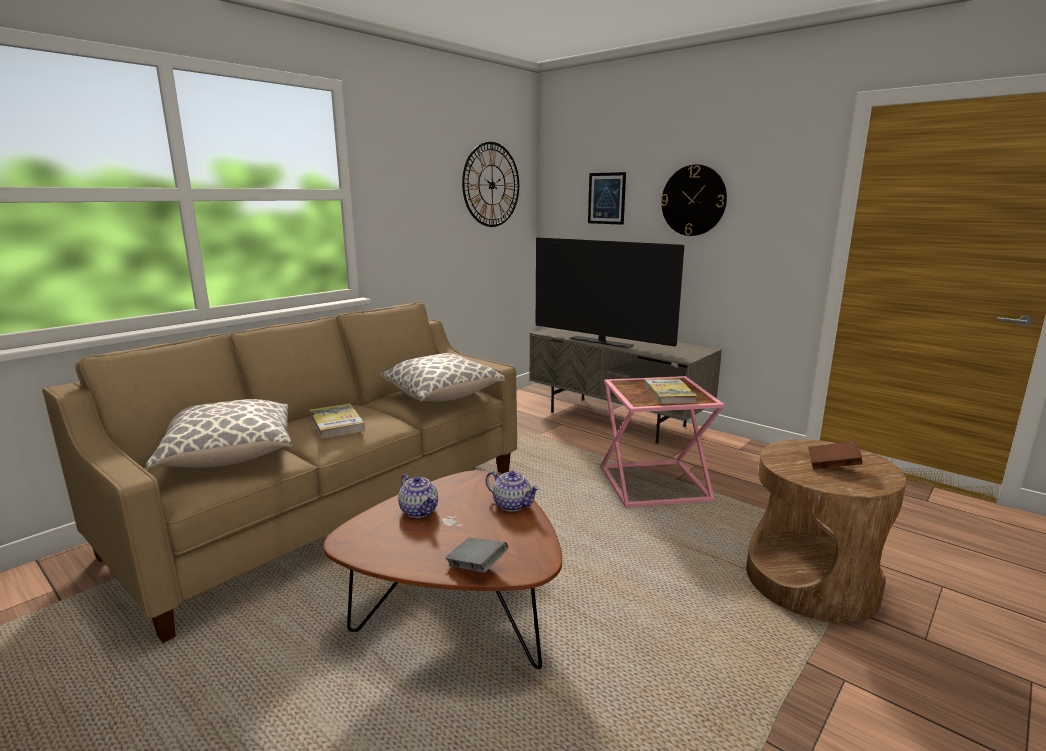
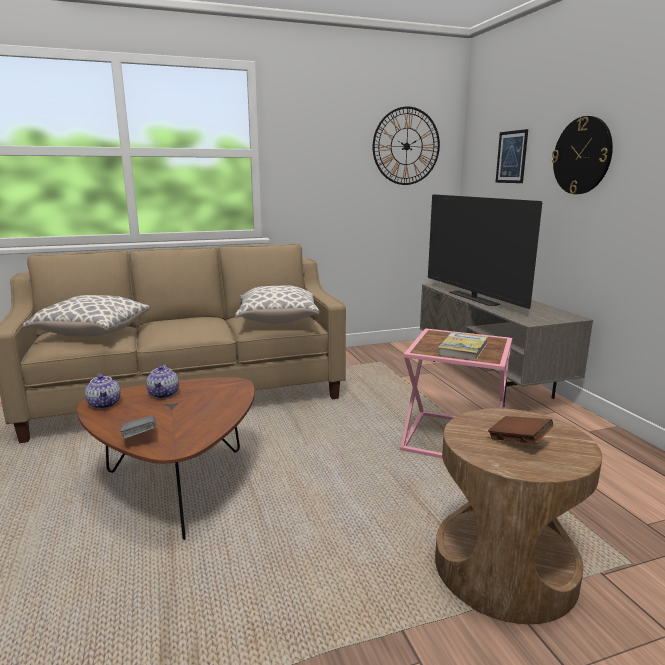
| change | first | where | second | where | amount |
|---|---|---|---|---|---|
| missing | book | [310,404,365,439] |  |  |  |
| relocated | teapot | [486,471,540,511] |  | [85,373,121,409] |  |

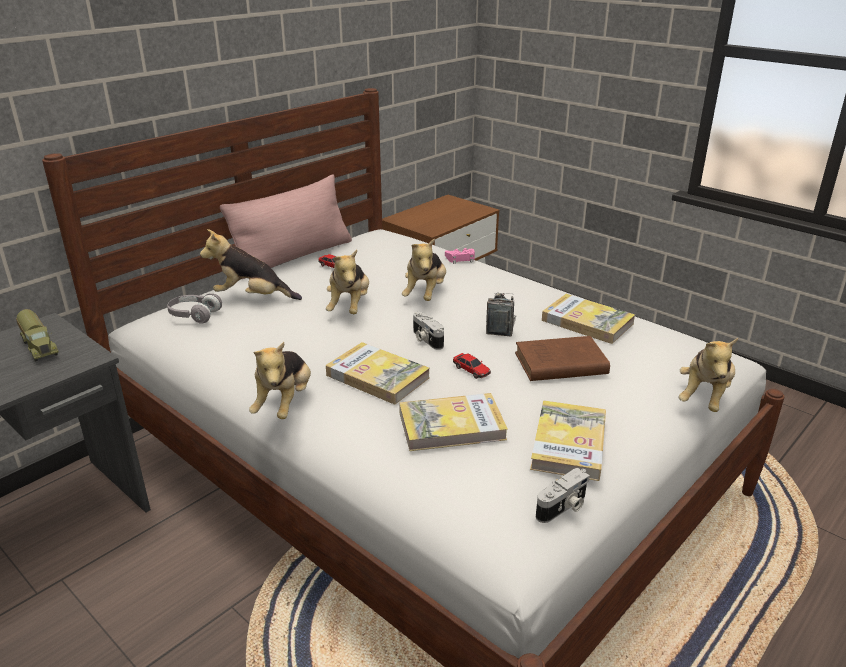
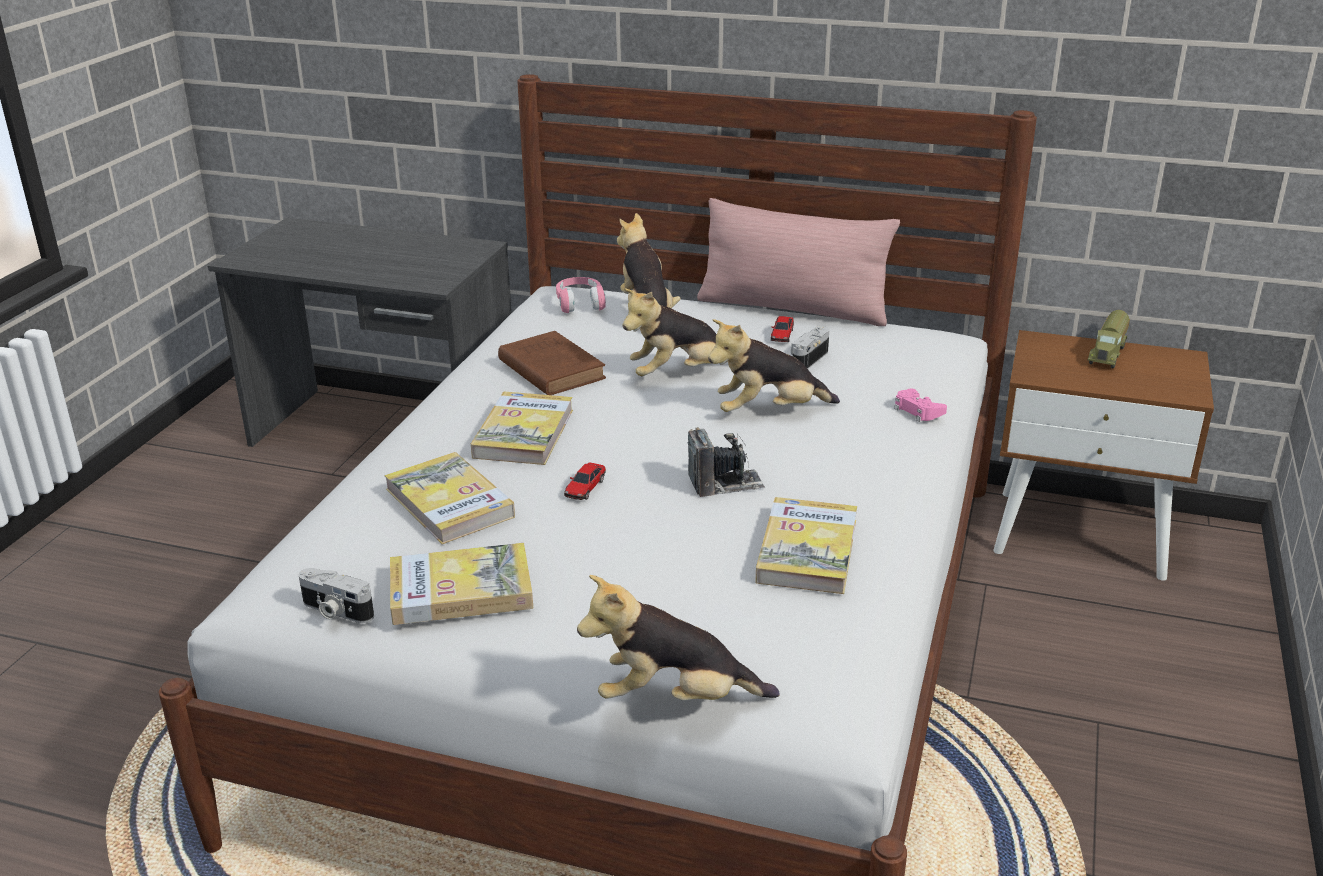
| change | first | where | second | where | amount |
|---|---|---|---|---|---|
| relocated | toy truck | [16,309,59,361] |  | [1088,310,1130,368] |  |
| colour | grey headphones | [167,293,222,324] | pink headphones | [556,277,606,313] |  |
| missing | plush toy | [249,342,311,419] |  |  |  |
| relocated | photo camera | [413,312,444,350] |  | [791,326,829,369] |  |
| relocated | brown book | [515,336,610,381] |  | [498,331,606,395] |  |

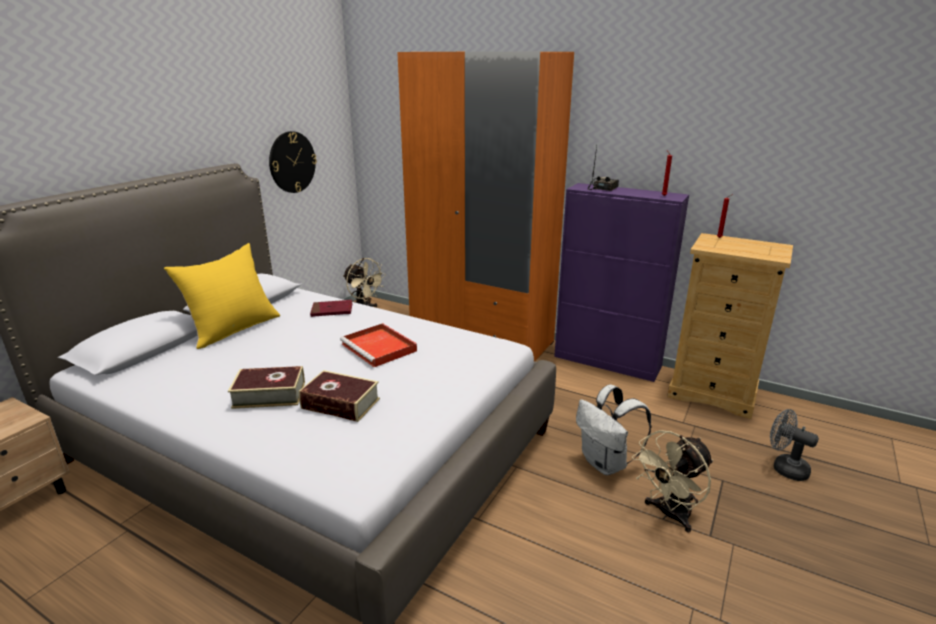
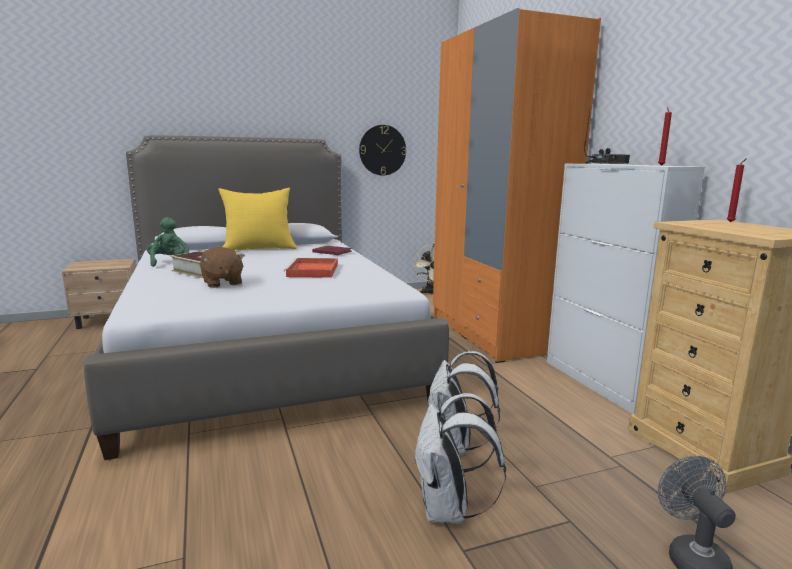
| change | first | where | second | where | amount |
|---|---|---|---|---|---|
| exchanged | book | [299,370,380,422] | brown plush toy | [200,247,245,288] |  |
| colour | purple cabinet | [554,183,689,382] | white cabinet | [547,164,705,414] |  |
| exchanged | beige fan | [632,430,713,533] | white backpack | [413,393,506,524] |  |
| appeared |  |  | green plush toy | [146,217,189,267] |  |

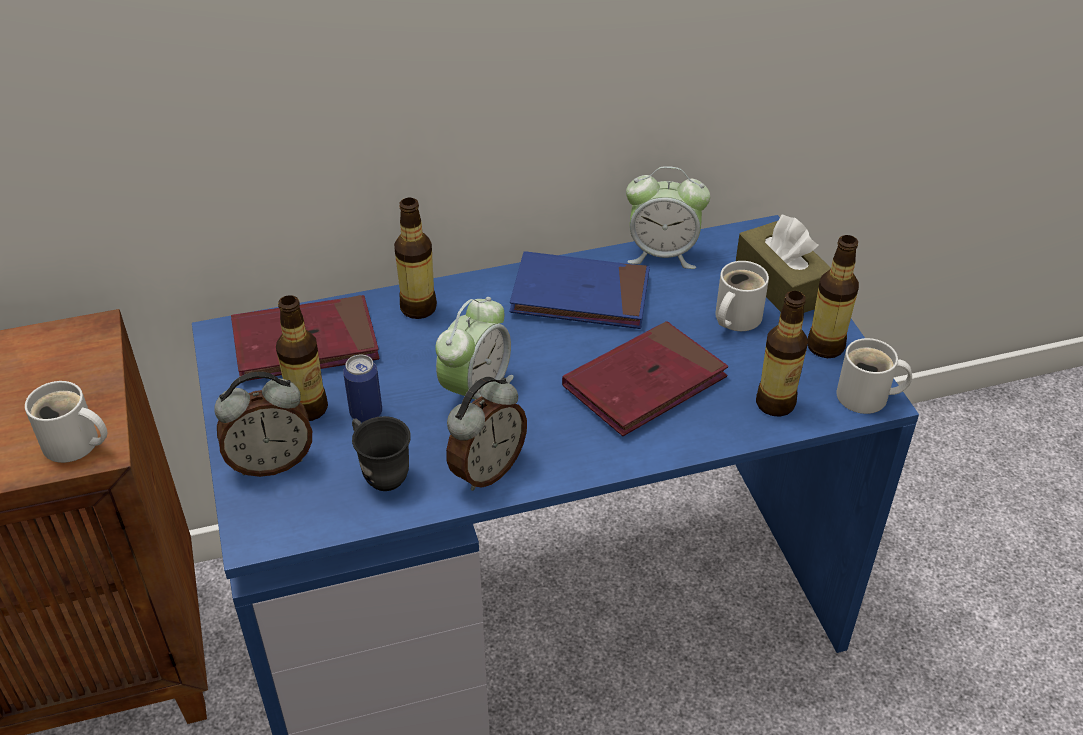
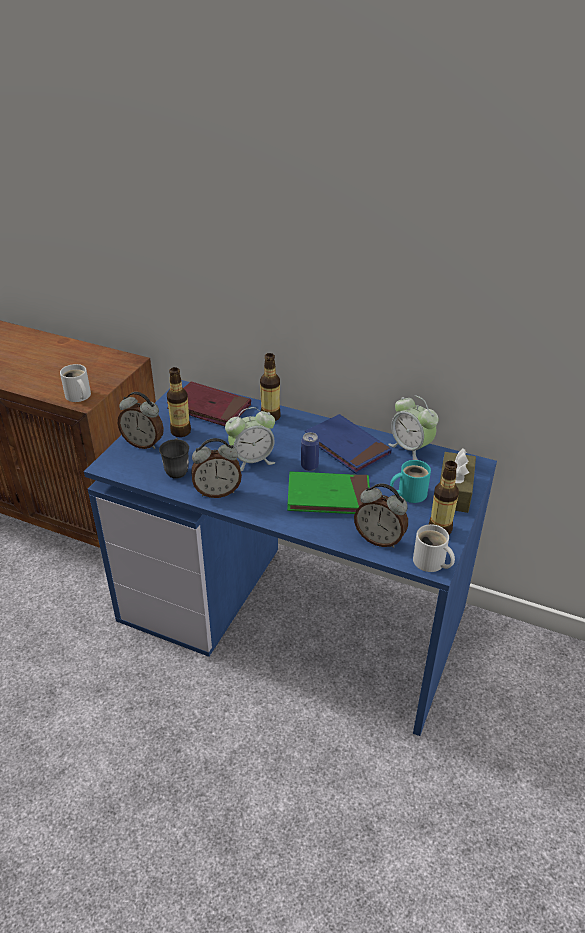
| change | first | where | second | where | amount |
|---|---|---|---|---|---|
| relocated | can | [343,354,382,423] |  | [301,432,319,471] |  |
| colour | red book | [562,321,728,436] | green book | [287,471,370,514] |  |
| colour | white mug | [715,261,769,331] | turquoise mug | [390,460,431,503] |  |
| exchanged | bottle | [756,291,808,417] | alarm clock | [354,483,408,548] |  |

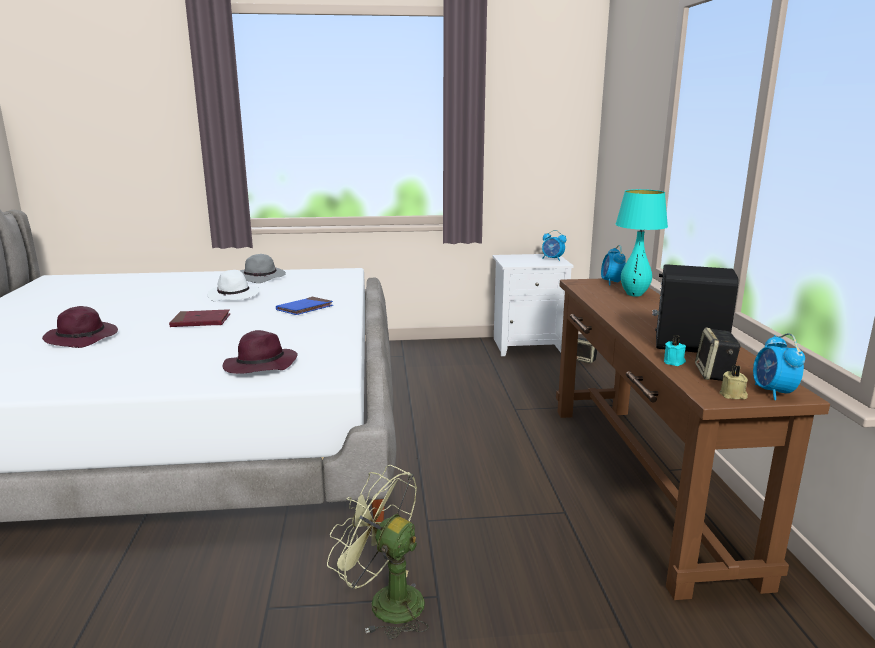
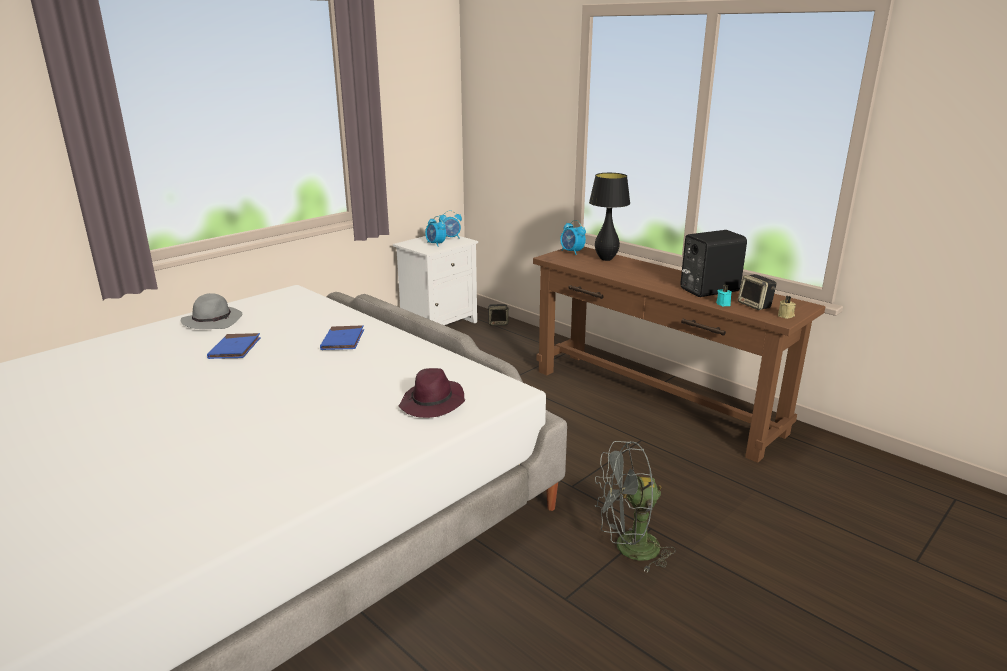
| change | first | where | second | where | amount |
|---|---|---|---|---|---|
| missing | purple hat | [42,306,118,348] |  |  |  |
| missing | red book | [169,309,230,327] |  |  |  |
| exchanged | white hat | [207,270,260,302] | blue book | [207,333,261,359] |  |
| colour | green fan | [327,465,429,639] | grey fan | [595,441,676,572] |  |
| colour | turquoise table lamp | [615,189,668,297] | black table lamp | [589,173,630,261] |  |
| relocated | alarm clock | [753,333,805,400] |  | [425,216,446,247] |  |

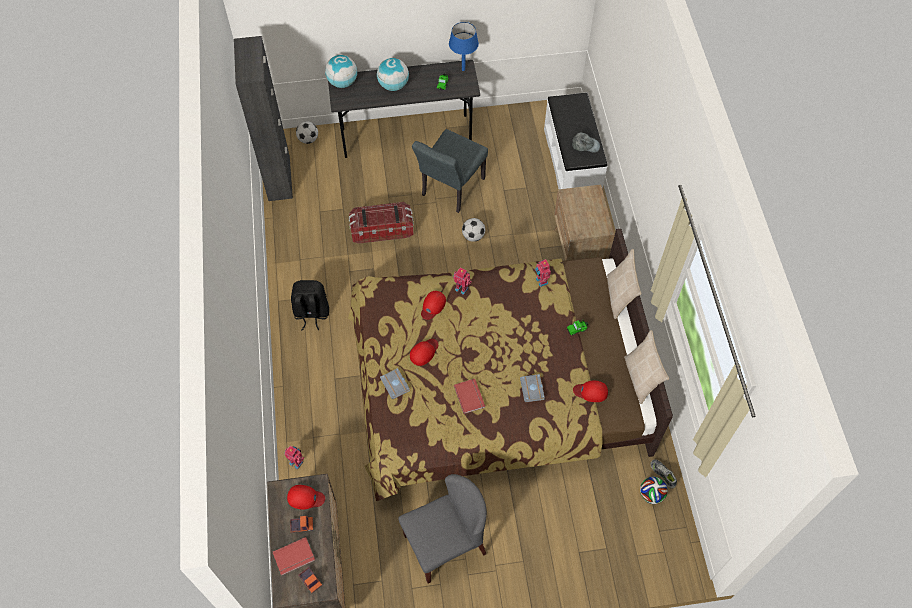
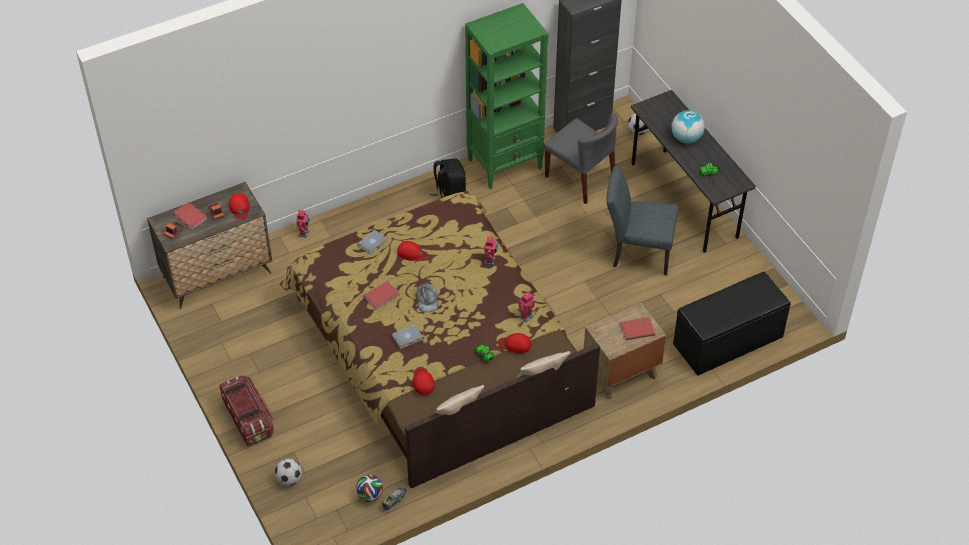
| change | first | where | second | where | amount |
|---|---|---|---|---|---|
| missing | globe | [325,55,357,88] |  |  |  |
| relocated | storage box | [348,202,414,244] |  | [219,375,274,447] |  |
| relocated | grey chair | [398,474,487,584] |  | [544,113,618,204] |  |
| relocated | red cap | [421,291,446,320] |  | [498,333,531,353] |  |
| missing | blue table lamp | [449,22,479,71] |  |  |  |
| relocated | football | [462,218,485,242] |  | [275,459,302,486] |  |
| colour | white bench | [544,92,607,189] | black bench | [673,271,791,376] |  |
| relocated | grey cap | [572,132,600,153] |  | [416,283,438,312] |  |
| appeared |  |  | green bookcase | [465,3,549,189] |  |
| appeared |  |  | red book | [620,317,655,340] |  |

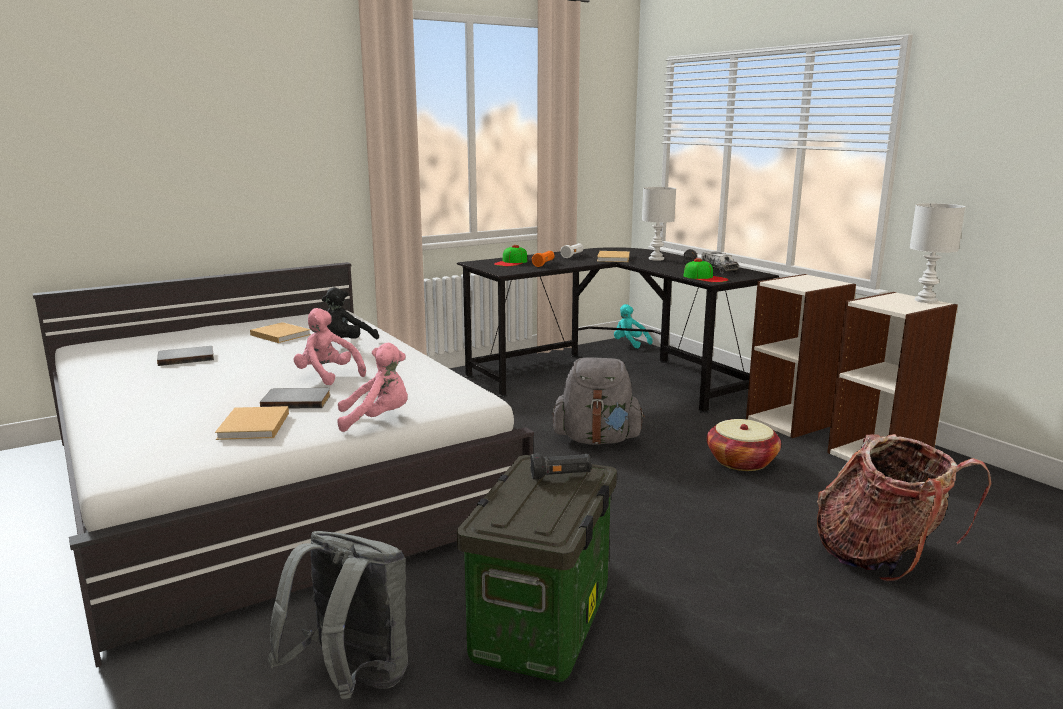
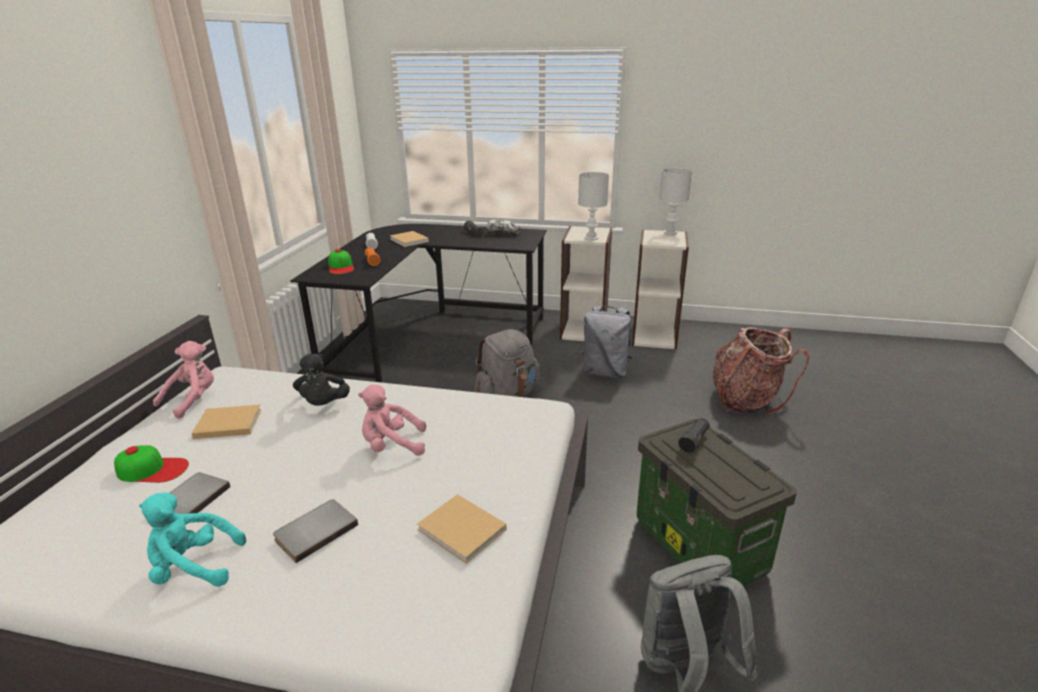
| change | first | where | second | where | amount |
|---|---|---|---|---|---|
| relocated | grey book | [260,388,331,408] |  | [273,499,358,563] |  |
| relocated | pink plush toy | [338,343,408,432] |  | [153,341,214,419] |  |
| relocated | turquoise plush toy | [614,304,653,348] |  | [139,492,246,587] |  |
| relocated | white table lamp | [642,187,676,261] |  | [578,172,609,240] |  |
| relocated | cap | [683,258,729,282] |  | [114,445,189,483] |  |
| exchanged | basket | [707,419,781,471] | grey backpack | [582,306,632,378] |  |

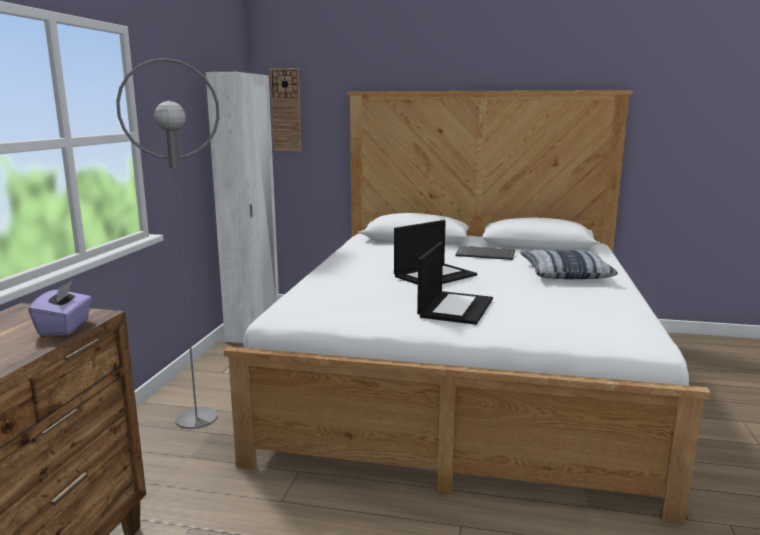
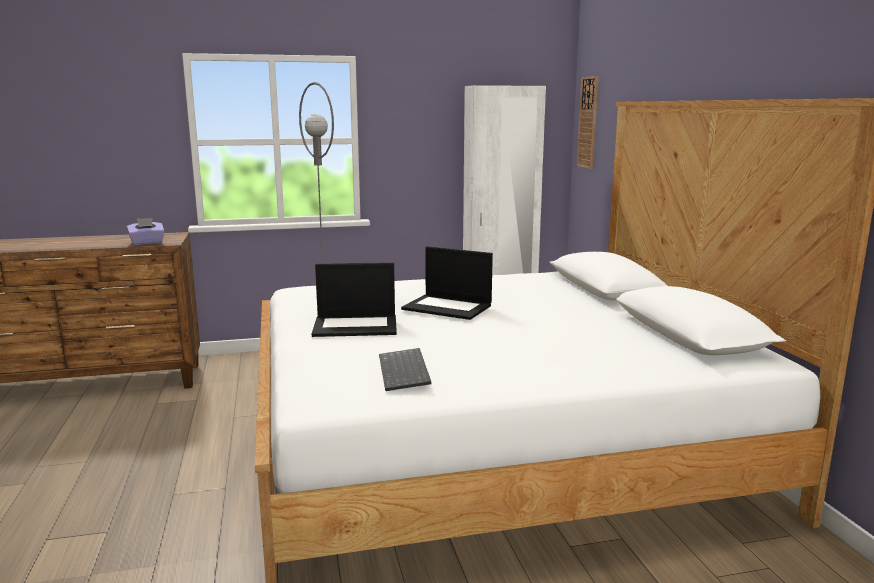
| change | first | where | second | where | amount |
|---|---|---|---|---|---|
| relocated | keyboard | [456,246,515,260] |  | [379,348,432,391] |  |
| missing | pillow | [520,250,618,279] |  |  |  |

